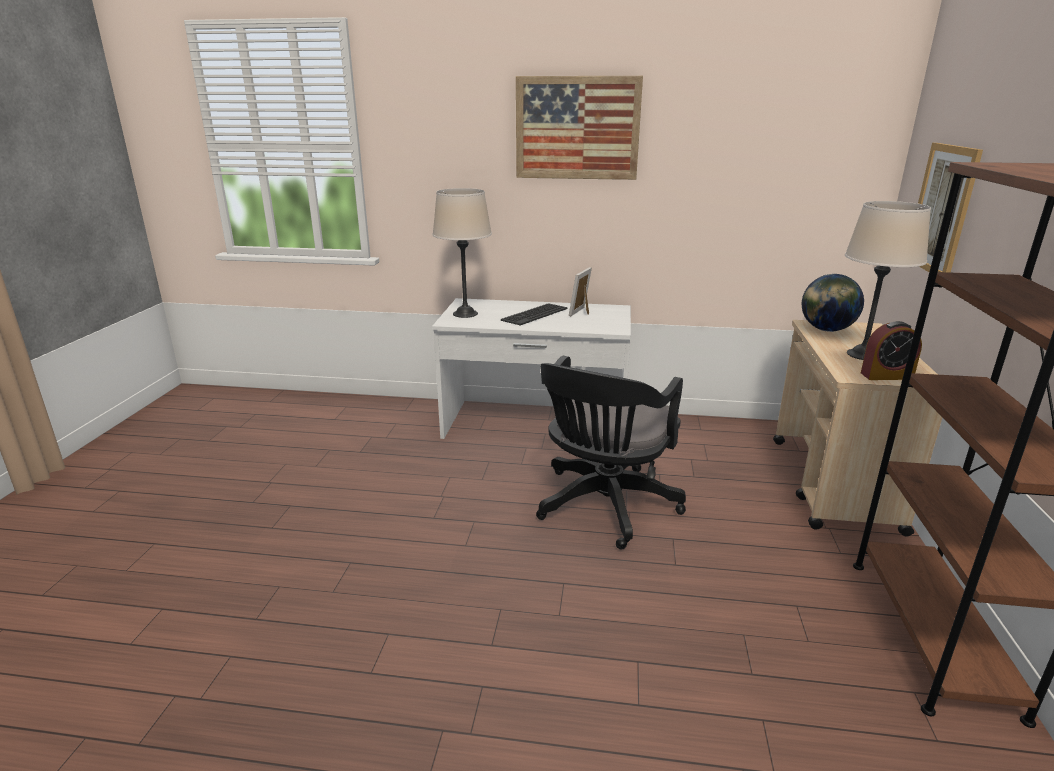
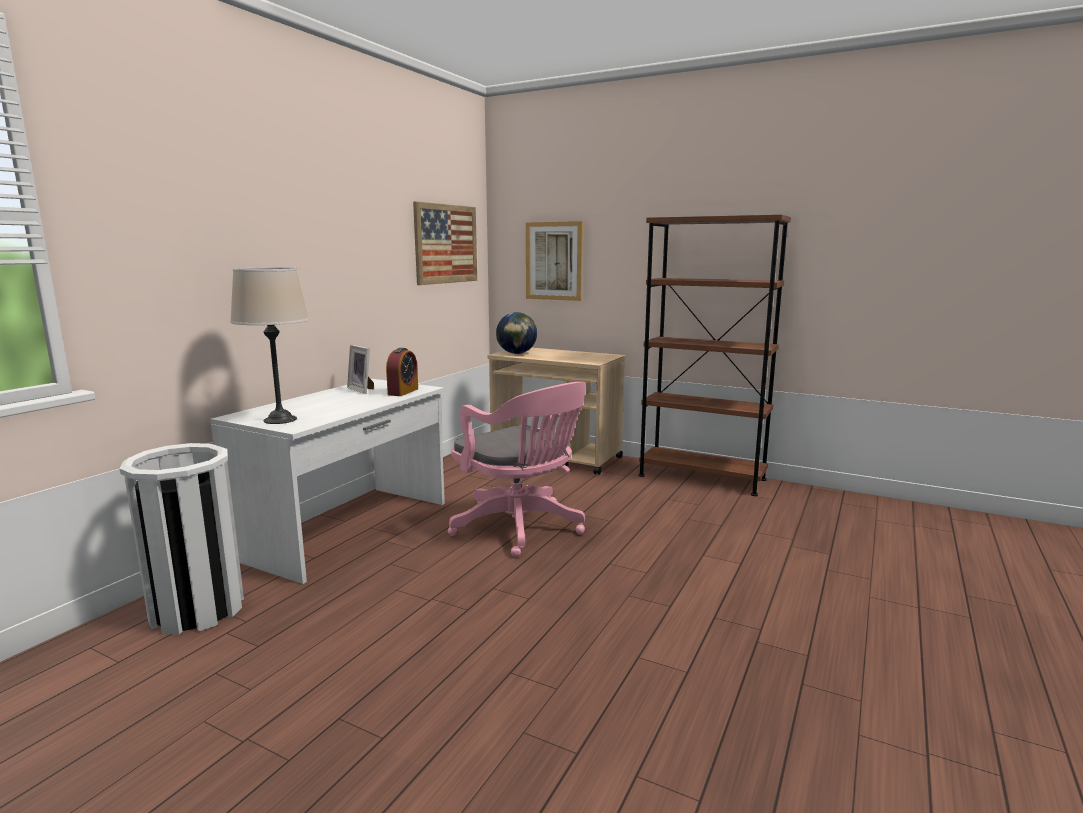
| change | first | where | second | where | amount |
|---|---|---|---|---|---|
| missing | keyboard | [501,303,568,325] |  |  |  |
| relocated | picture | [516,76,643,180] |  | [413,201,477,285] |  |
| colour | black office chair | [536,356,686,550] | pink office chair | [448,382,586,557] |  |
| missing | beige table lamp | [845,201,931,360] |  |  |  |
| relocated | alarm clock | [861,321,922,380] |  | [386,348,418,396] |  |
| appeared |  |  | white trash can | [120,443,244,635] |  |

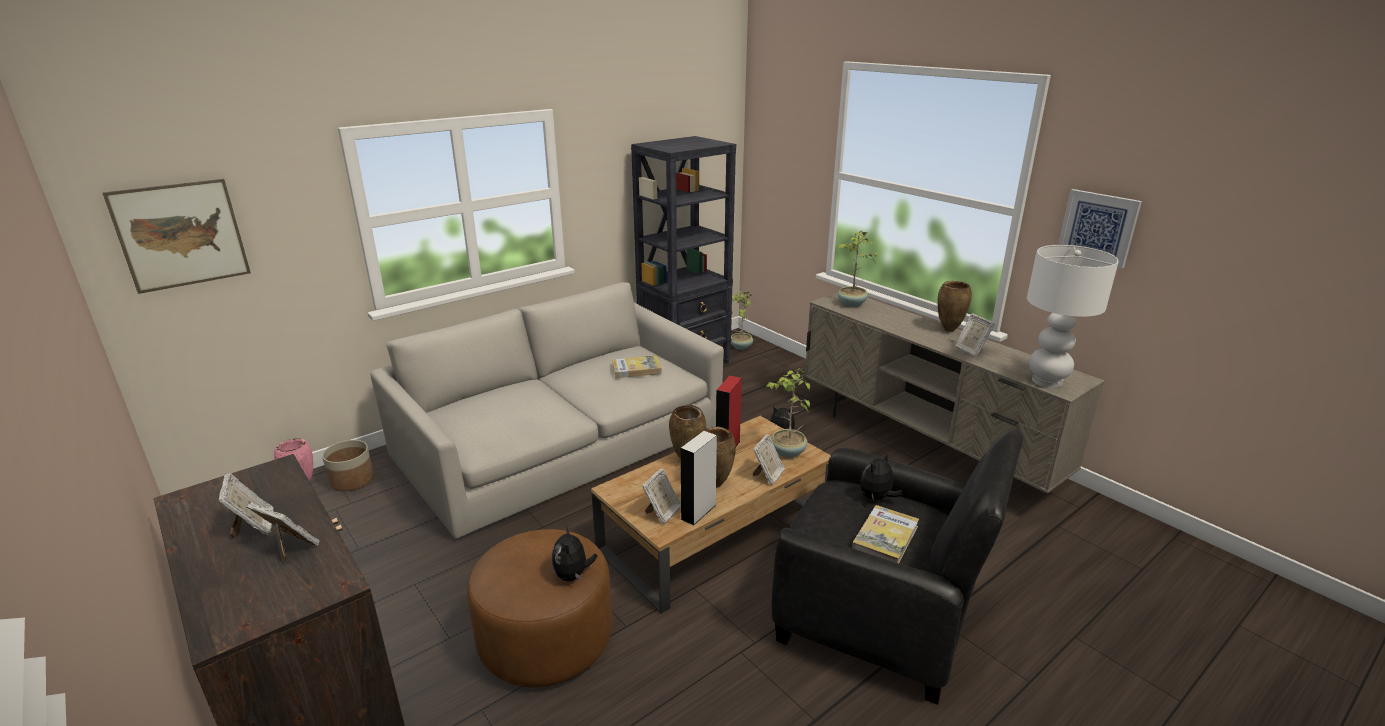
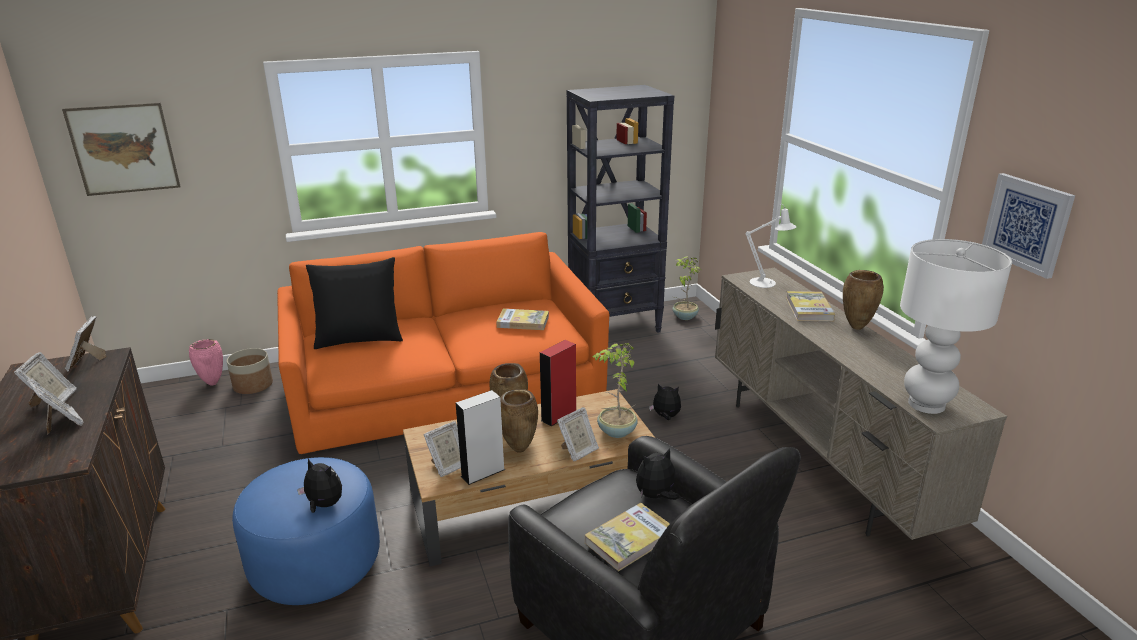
| change | first | where | second | where | amount |
|---|---|---|---|---|---|
| colour | grey sofa | [371,282,724,539] | orange sofa | [277,232,609,454] |  |
| colour | brown ottoman | [467,529,612,687] | blue ottoman | [232,457,380,605] |  |
| spun | plush toy | [551,525,597,581] |  | [297,459,342,513] | 105 degrees clockwise |
| exchanged | potted plant | [837,230,878,307] | white table lamp | [745,204,796,288] |  |
| relocated | picture frame | [955,313,995,357] |  | [65,316,106,371] |  |
| appeared |  |  | black pillow | [306,257,403,349] |  |
| appeared |  |  | book | [786,291,835,321] |  |

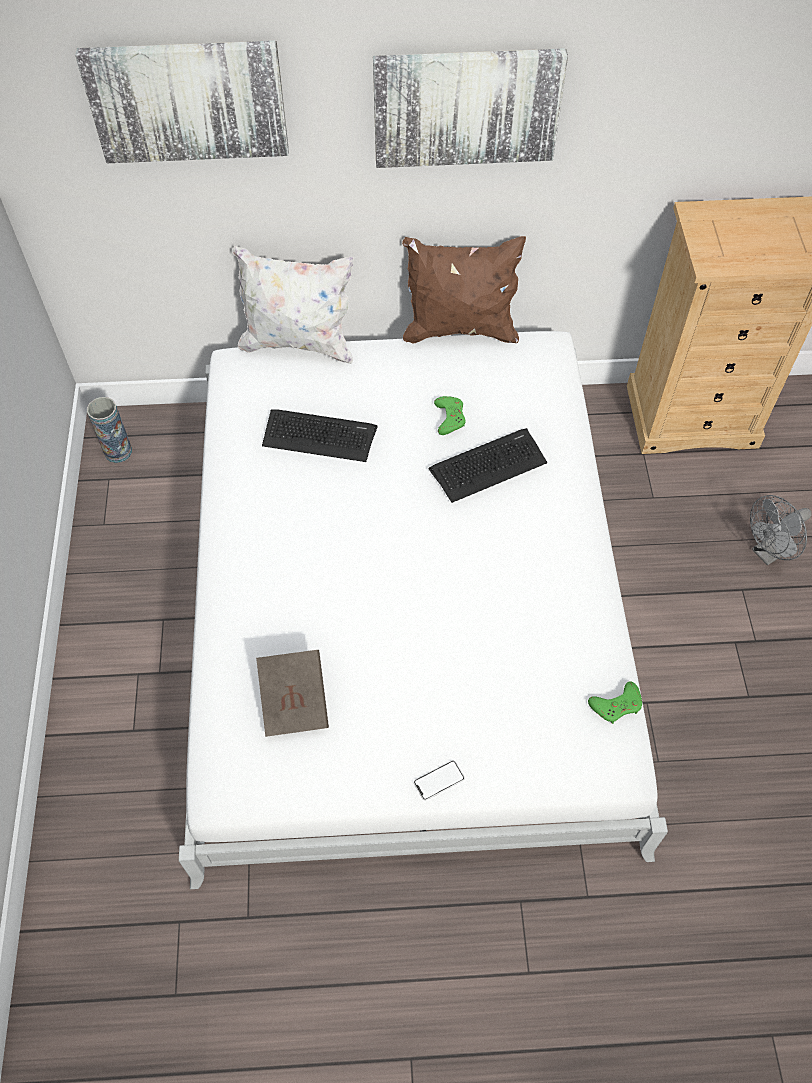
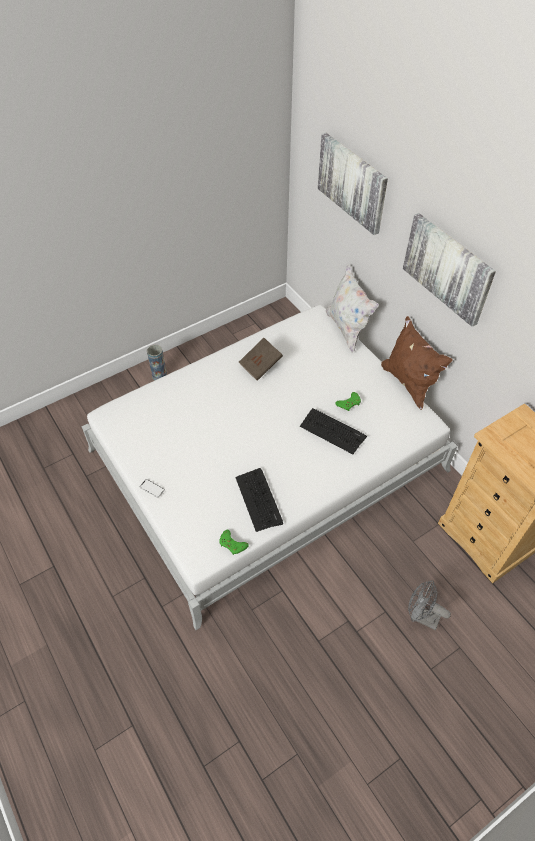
| change | first | where | second | where | amount |
|---|---|---|---|---|---|
| relocated | vase | [87,397,132,463] |  | [147,345,167,380] |  |
| relocated | brown book | [256,650,329,737] |  | [239,338,283,381] |  |
| relocated | keyboard | [262,409,378,462] |  | [235,468,283,532] |  |

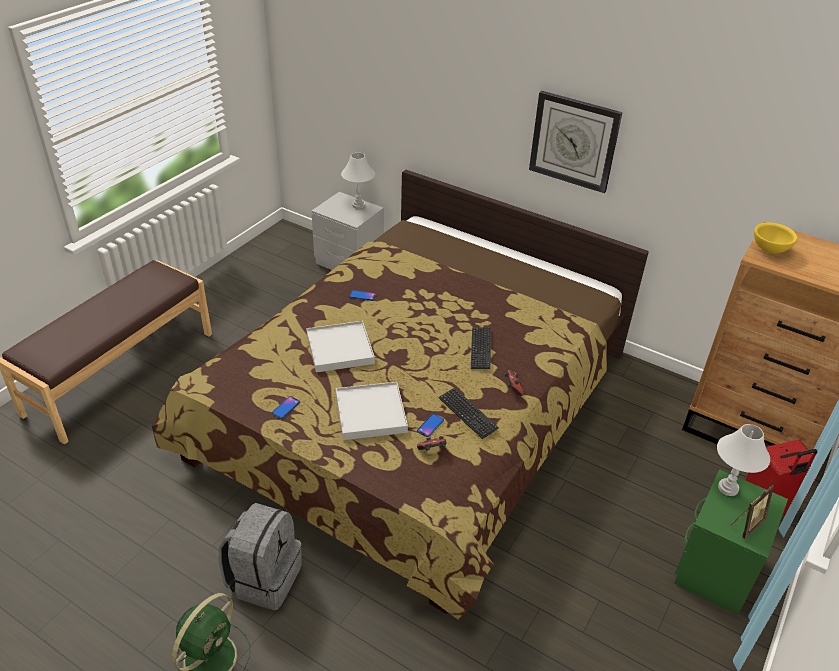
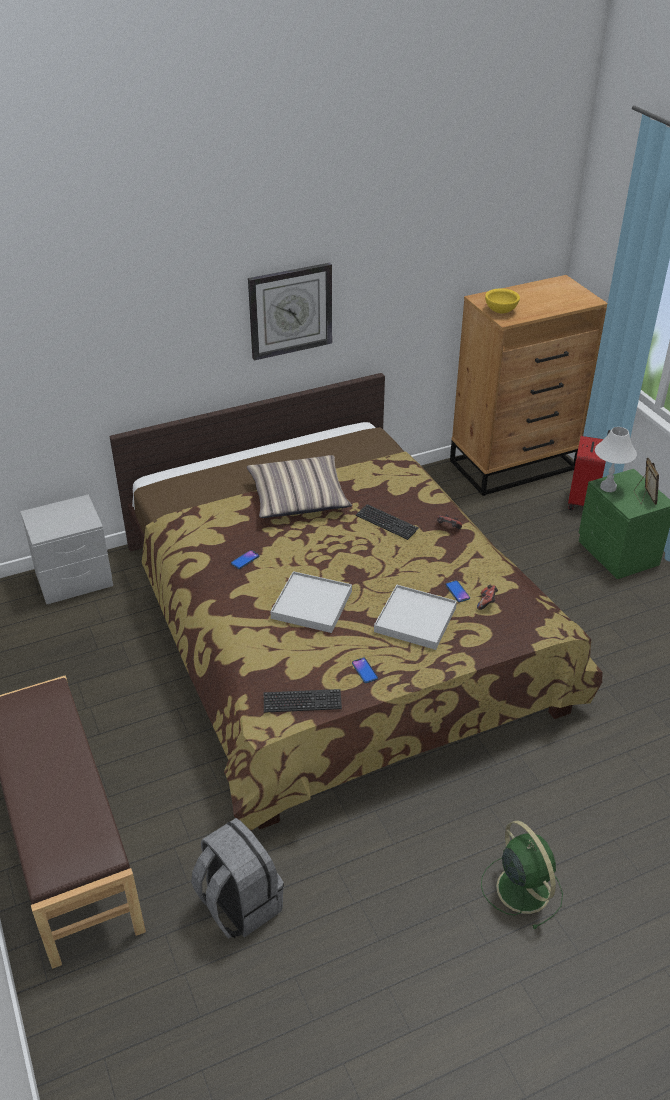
| change | first | where | second | where | amount |
|---|---|---|---|---|---|
| relocated | grey backpack | [219,503,302,611] |  | [191,818,284,938] |  |
| missing | white table lamp | [341,153,375,209] |  |  |  |
| relocated | keyboard | [439,388,499,439] |  | [264,689,342,713] |  |
| appeared |  |  | pillow | [247,455,352,518] |  |

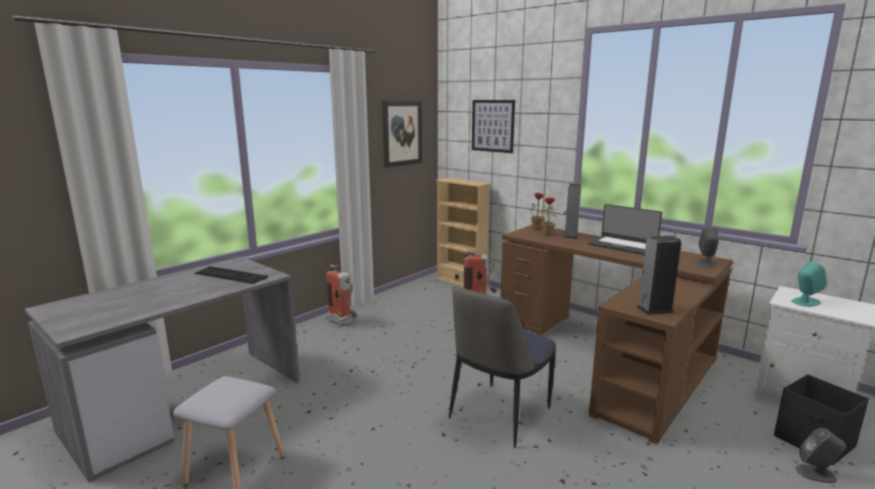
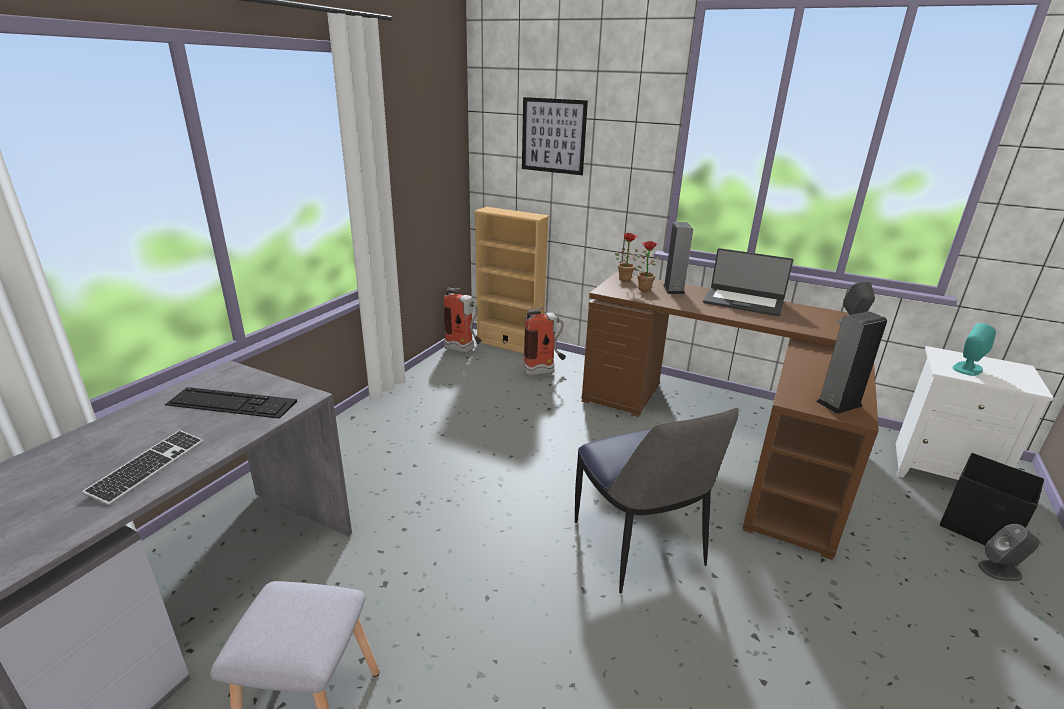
| change | first | where | second | where | amount |
|---|---|---|---|---|---|
| relocated | fire extinguisher | [326,264,358,326] |  | [444,287,482,353] |  |
| missing | picture | [382,101,422,168] |  |  |  |
| spun | chair | [449,286,556,448] |  | [575,408,739,594] | 45 degrees counterclockwise |
| appeared |  |  | keyboard | [82,430,204,505] |  |

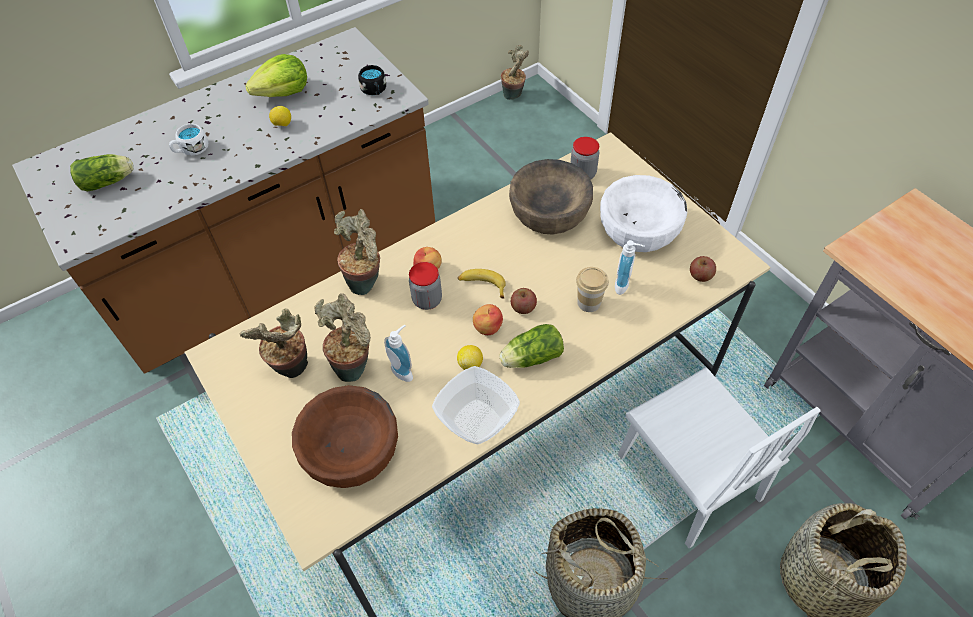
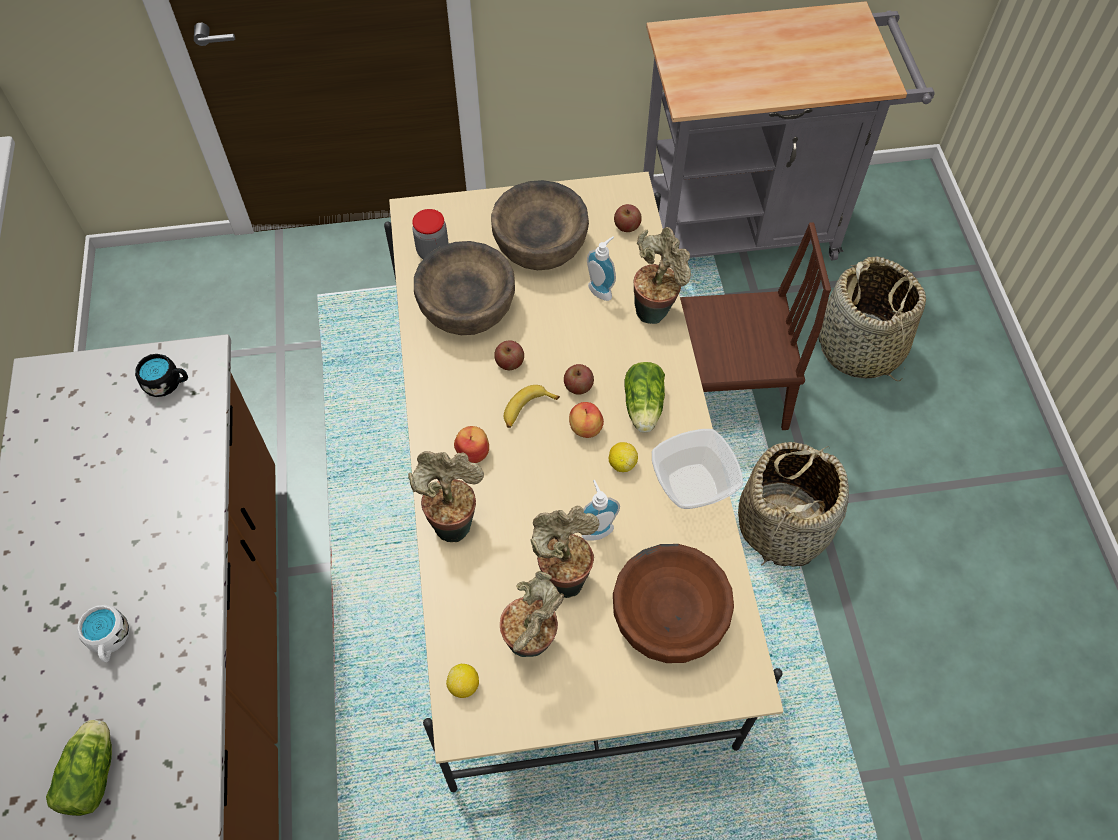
| change | first | where | second | where | amount |
|---|---|---|---|---|---|
| missing | lettuce | [245,54,307,97] |  |  |  |
| relocated | lemon | [269,106,291,126] |  | [446,664,479,698] |  |
| missing | jar | [409,262,442,310] |  |  |  |
| relocated | potted plant | [501,45,529,100] |  | [634,227,691,324] |  |
| missing | cup | [576,267,609,312] |  |  |  |
| colour | white bowl | [600,175,687,252] | brown bowl | [491,180,589,270] |  |
| colour | white chair | [618,367,821,548] | brown chair | [680,222,831,430] |  |
| appeared |  |  | apple | [494,340,524,370] |  |

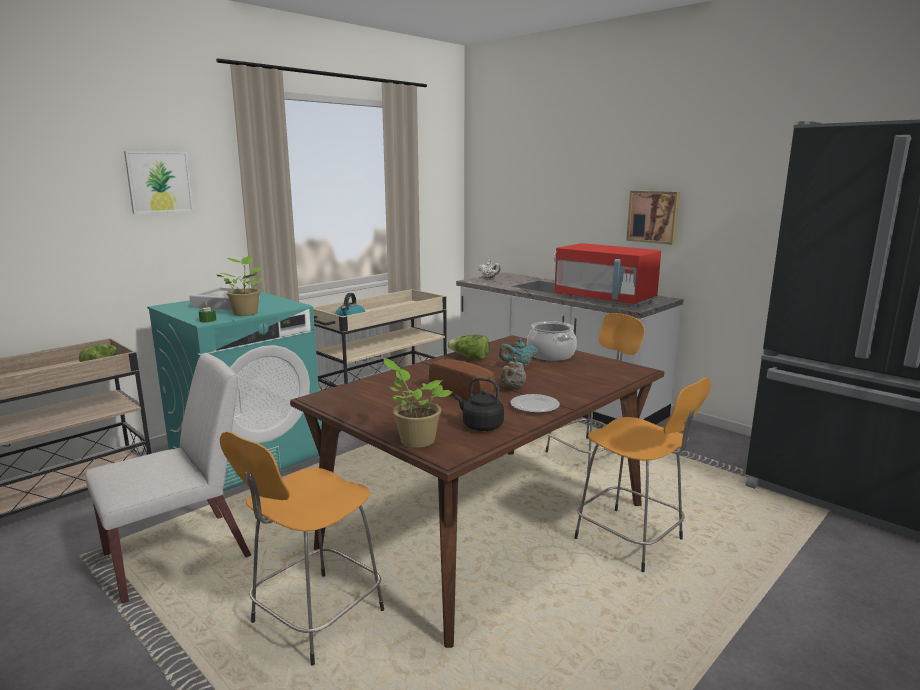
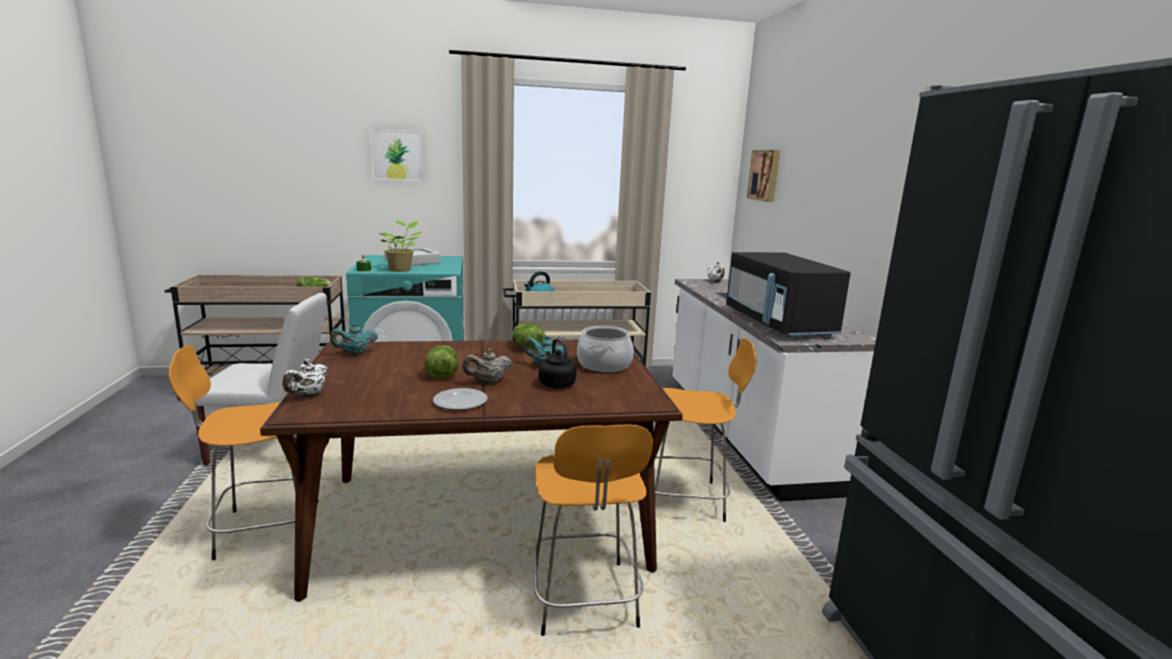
| change | first | where | second | where | amount |
|---|---|---|---|---|---|
| exchanged | potted plant | [383,358,452,448] | white teapot | [282,359,328,397] |  |
| exchanged | bread | [429,359,495,401] | lettuce | [425,345,459,379] |  |
| relocated | black kettle | [455,377,504,431] |  | [539,338,577,388] |  |
| colour | red microwave | [555,243,661,307] | black microwave | [726,252,851,340] |  |
| relocated | picture | [626,190,680,245] |  | [747,150,780,202] |  |
| appeared |  |  | turquoise teapot | [330,323,378,355] |  |

